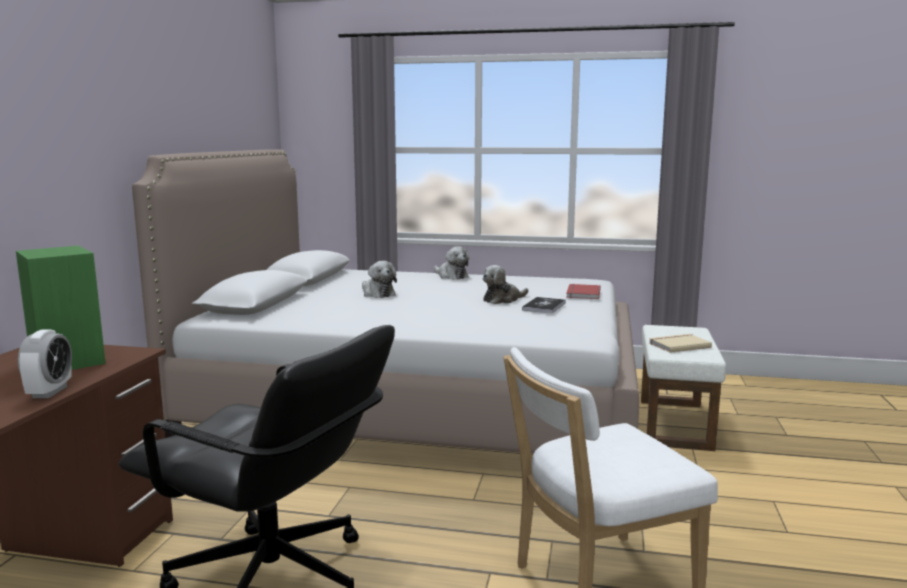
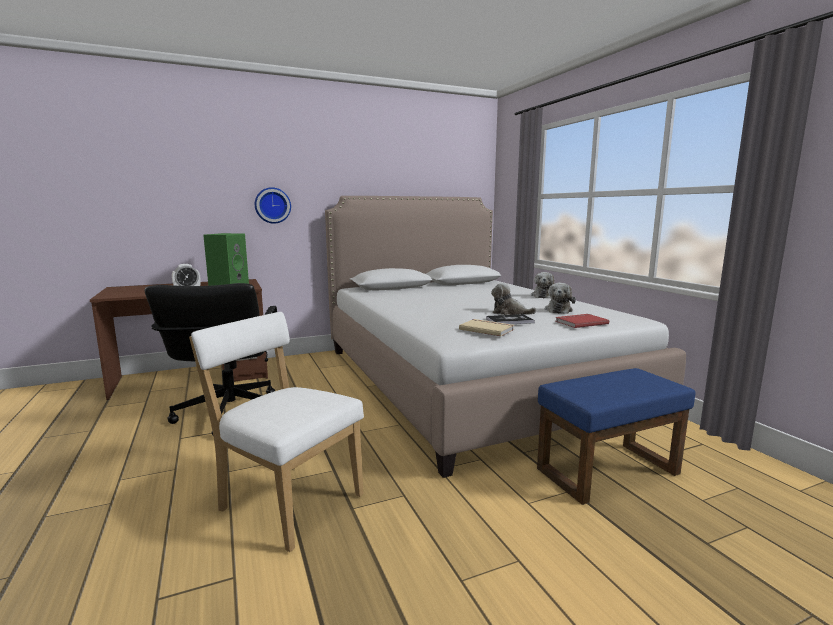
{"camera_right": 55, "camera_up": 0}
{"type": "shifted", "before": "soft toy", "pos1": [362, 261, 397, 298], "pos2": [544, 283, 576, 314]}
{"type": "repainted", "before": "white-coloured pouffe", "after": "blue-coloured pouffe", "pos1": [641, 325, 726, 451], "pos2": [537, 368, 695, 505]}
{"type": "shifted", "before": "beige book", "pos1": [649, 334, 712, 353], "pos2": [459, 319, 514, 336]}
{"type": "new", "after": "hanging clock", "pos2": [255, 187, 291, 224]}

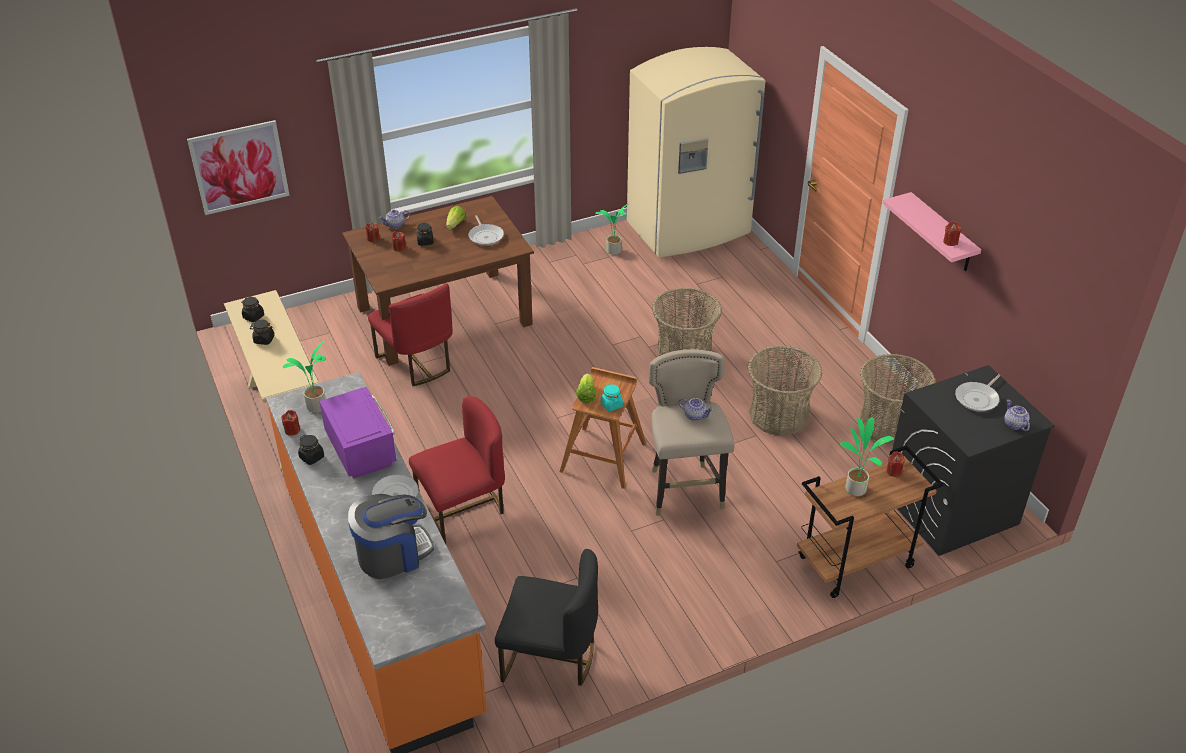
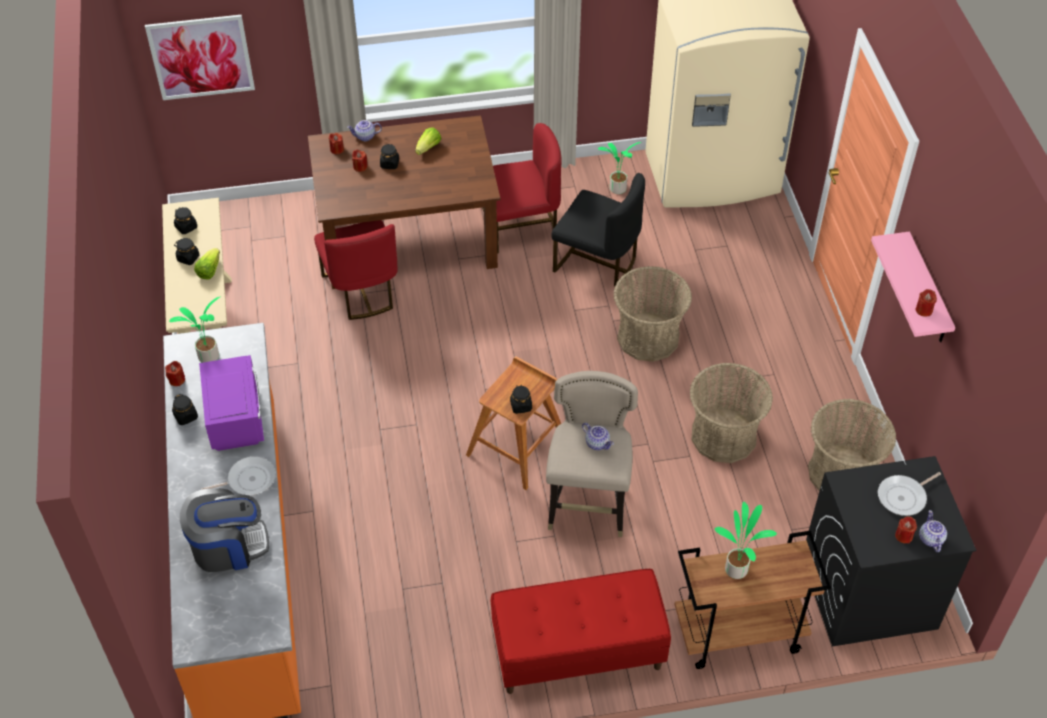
{"camera_right": 15, "camera_up": 10}
{"type": "gone", "before": "pan", "pos1": [468, 215, 504, 246]}
{"type": "shifted", "before": "head of lettuce", "pos1": [576, 374, 596, 403], "pos2": [194, 248, 220, 279]}
{"type": "repainted", "before": "blue-green preserve jar", "after": "blackish preserve jar", "pos1": [601, 384, 623, 411], "pos2": [510, 385, 532, 414]}
{"type": "shifted", "before": "red upright chair", "pos1": [409, 396, 505, 544], "pos2": [482, 123, 562, 254]}
{"type": "shifted", "before": "red wax light", "pos1": [886, 451, 905, 477], "pos2": [895, 516, 917, 543]}
{"type": "shifted", "before": "blackish upright chair", "pos1": [495, 549, 598, 686], "pos2": [551, 173, 645, 286]}
{"type": "new", "after": "red indoor bench", "pos2": [491, 569, 671, 694]}

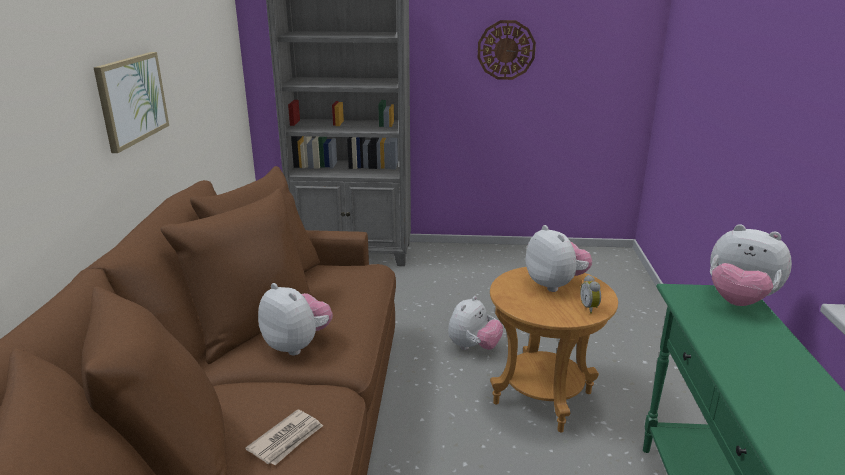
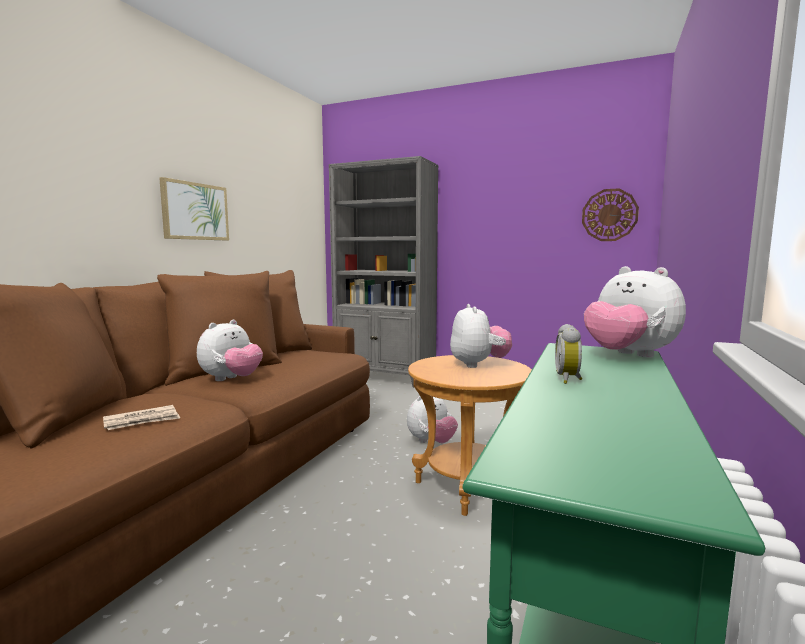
{"camera_right": 20, "camera_up": -15}
{"type": "shifted", "before": "hanging clock", "pos1": [478, 20, 536, 80], "pos2": [582, 188, 639, 241]}
{"type": "shifted", "before": "table clock", "pos1": [580, 275, 601, 314], "pos2": [555, 324, 582, 384]}
{"type": "rotated", "before": "soft toy", "pos1": [258, 283, 333, 355], "pos2": [197, 320, 263, 381], "turn": 60}

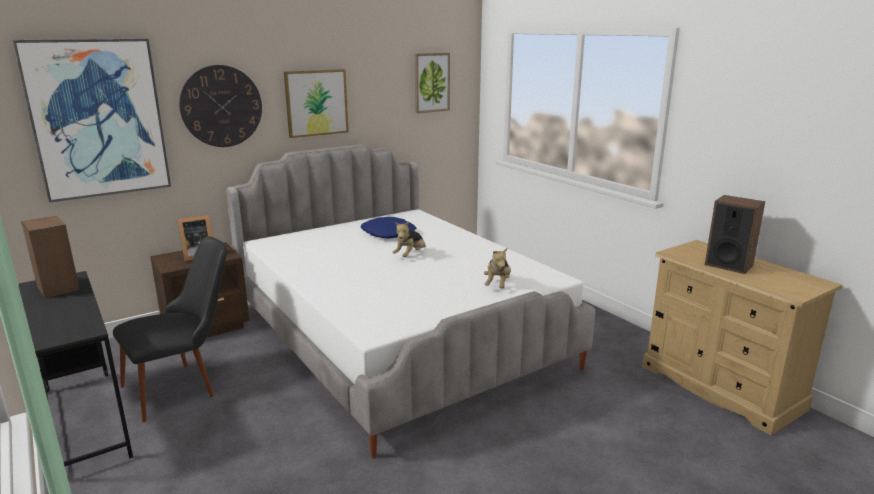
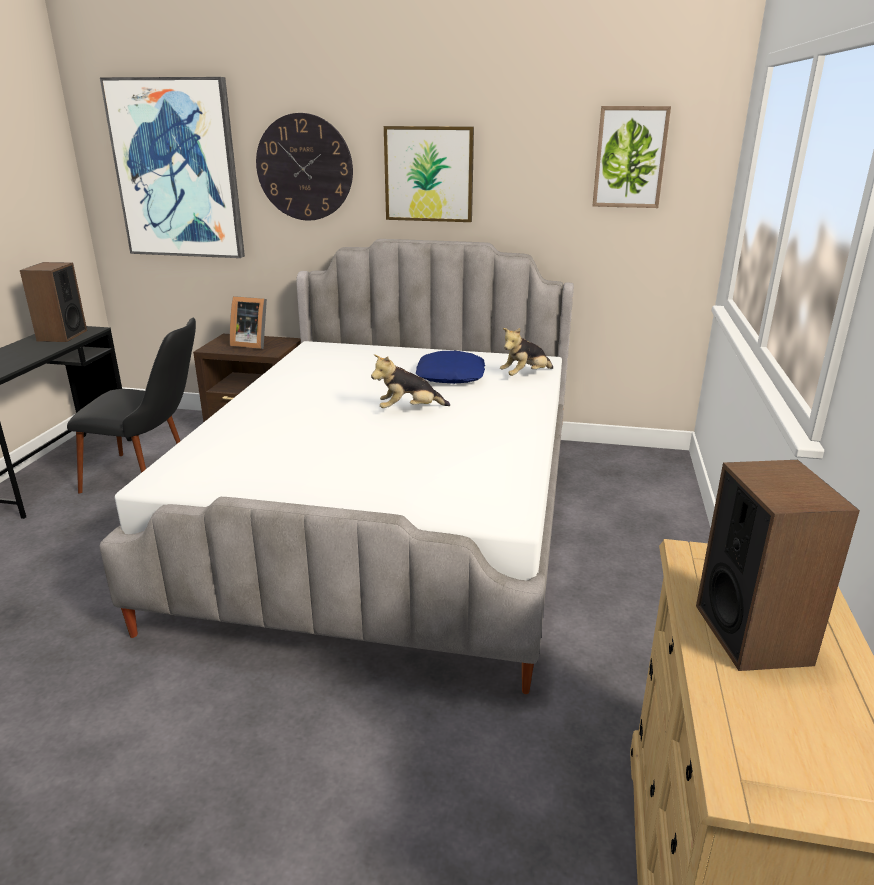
{"camera_right": 45, "camera_up": 5}
{"type": "shifted", "before": "soft toy", "pos1": [484, 248, 511, 288], "pos2": [500, 328, 553, 376]}

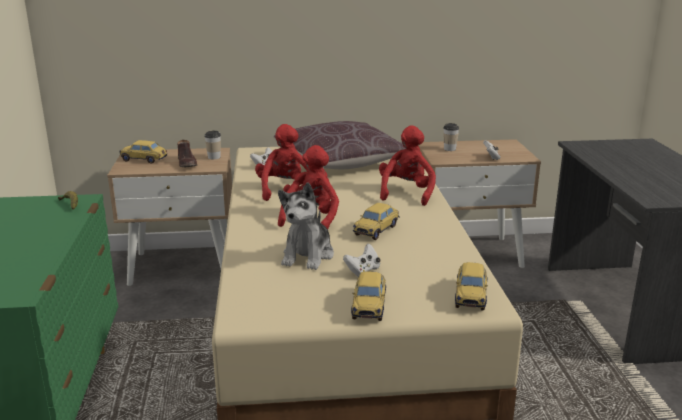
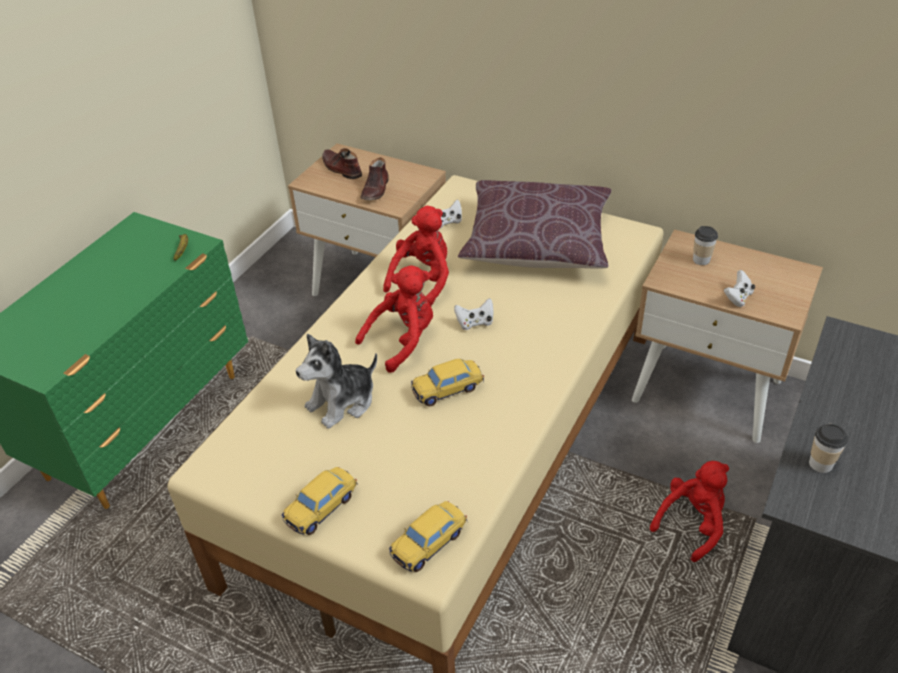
{"camera_right": 35, "camera_up": 20}
{"type": "shifted", "before": "red soft toy", "pos1": [379, 126, 436, 206], "pos2": [650, 461, 729, 562]}
{"type": "shifted", "before": "drinking cup", "pos1": [204, 131, 221, 159], "pos2": [809, 424, 848, 473]}
{"type": "swapped", "before": "model car", "after": "brown low shoe", "pos1": [119, 140, 167, 164], "pos2": [322, 148, 362, 179]}
{"type": "shifted", "before": "white-coloured joypad", "pos1": [343, 244, 380, 277], "pos2": [454, 298, 494, 330]}

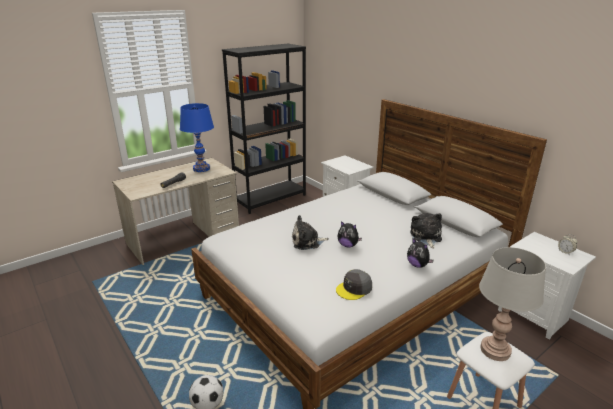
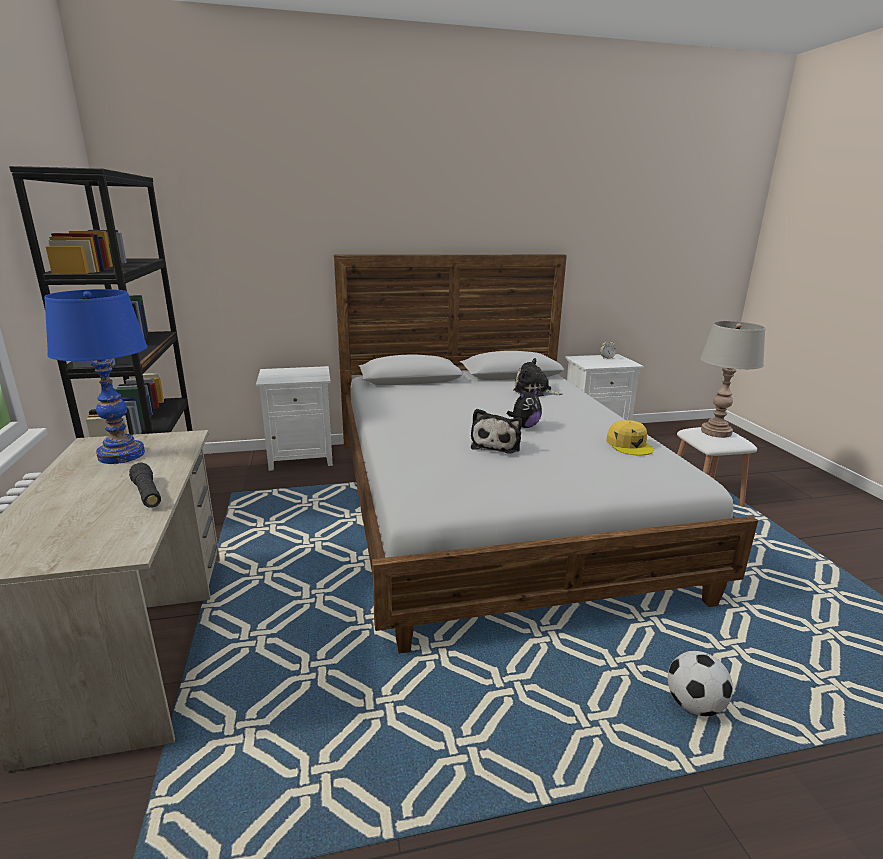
{"camera_right": -65, "camera_up": -5}
{"type": "gone", "before": "soft toy", "pos1": [407, 239, 434, 268]}
{"type": "repainted", "before": "gray cap", "after": "yellow-coloured cap", "pos1": [336, 269, 372, 300], "pos2": [606, 420, 654, 456]}

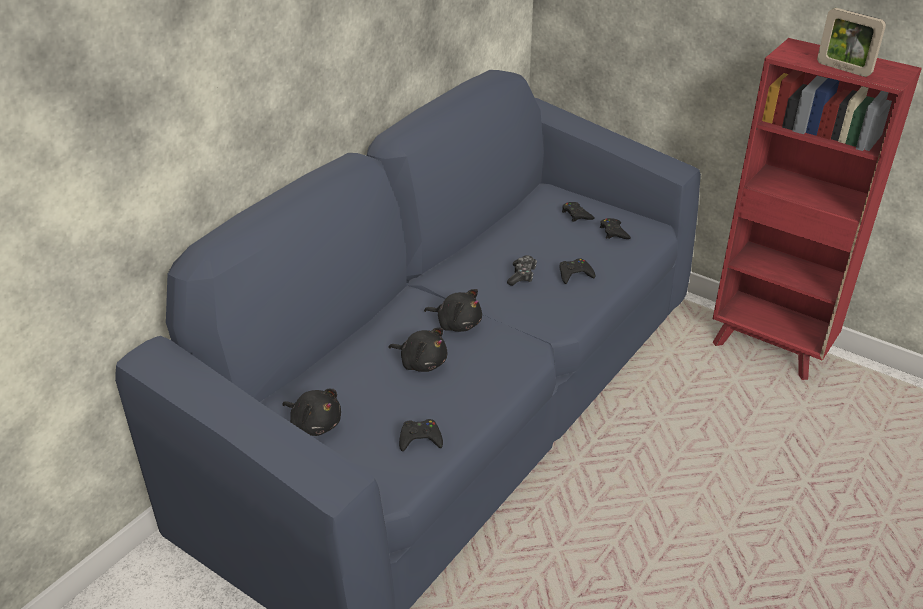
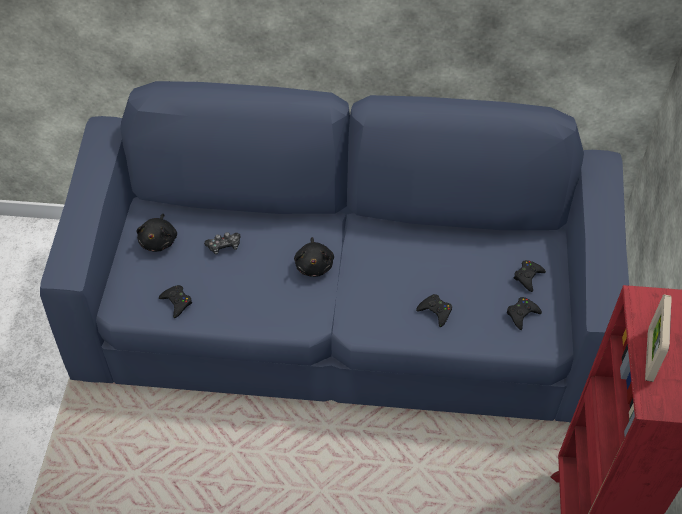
{"camera_right": 60, "camera_up": 15}
{"type": "shifted", "before": "joypad", "pos1": [507, 255, 537, 286], "pos2": [204, 232, 241, 255]}
{"type": "gone", "before": "blackish soft toy", "pos1": [389, 328, 447, 372]}

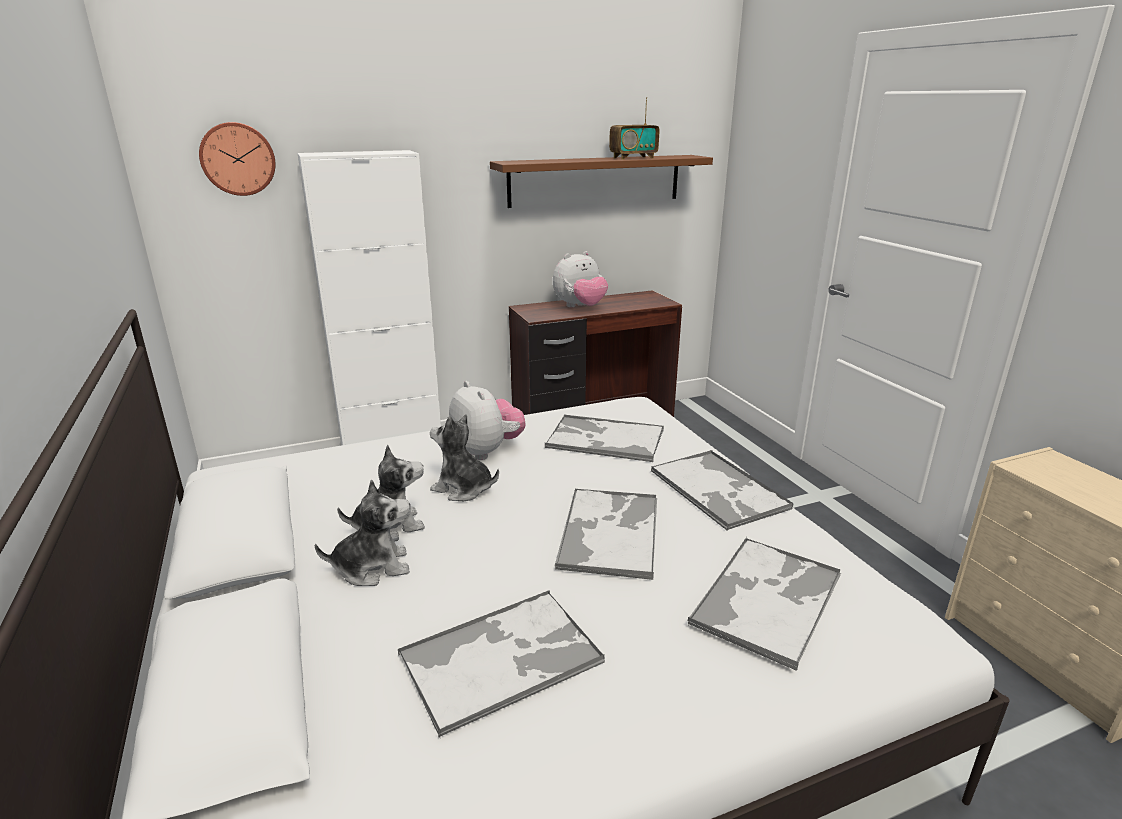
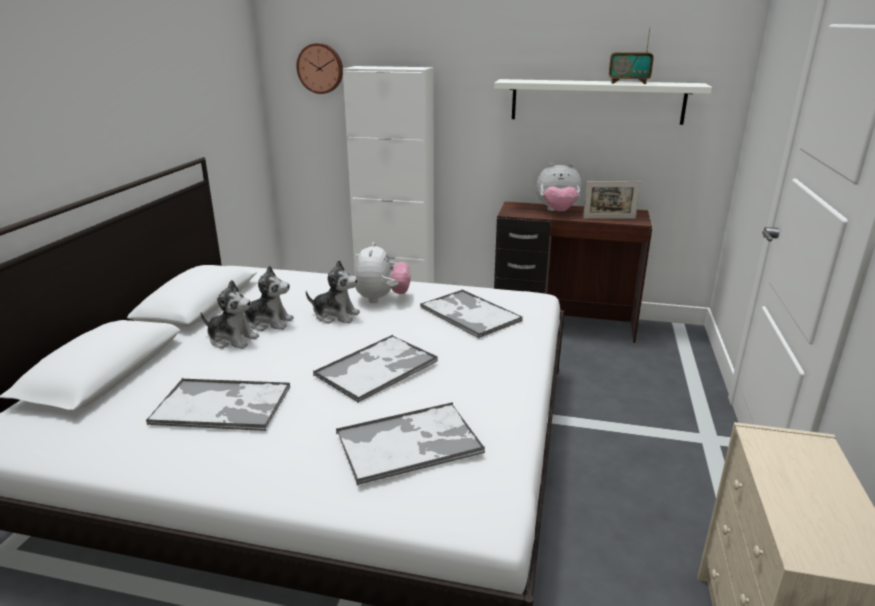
{"camera_right": 35, "camera_up": 0}
{"type": "repainted", "before": "brown wall shelf", "after": "white-coloured wall shelf", "pos1": [490, 155, 713, 208], "pos2": [494, 79, 712, 125]}
{"type": "rotated", "before": "soft toy", "pos1": [430, 414, 499, 501], "pos2": [306, 260, 360, 324], "turn": 135}
{"type": "gone", "before": "carrying tray", "pos1": [651, 450, 794, 531]}
{"type": "new", "after": "standing frame", "pos2": [583, 181, 641, 219]}

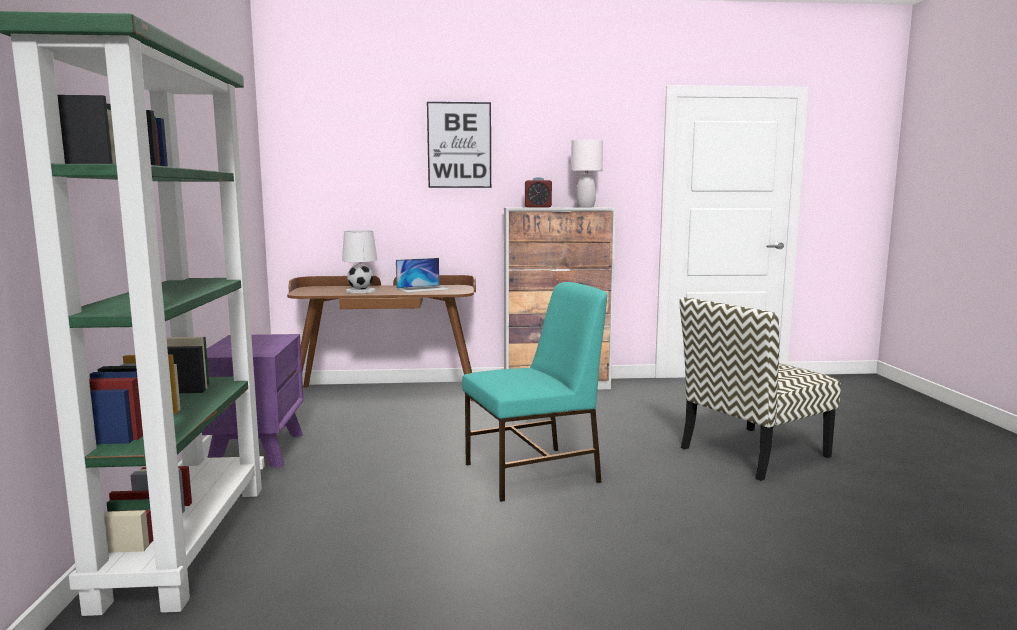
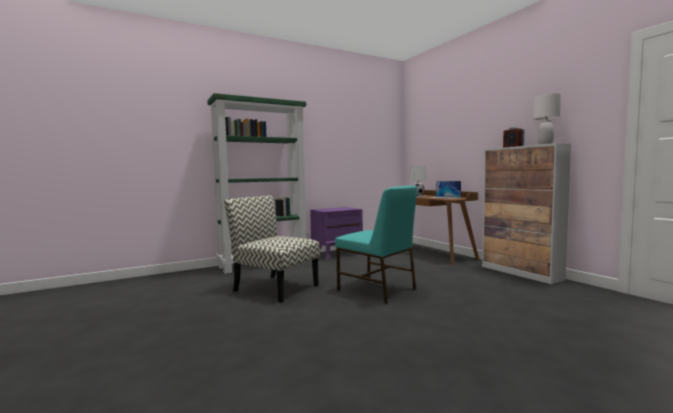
{"camera_right": 65, "camera_up": -5}
{"type": "gone", "before": "picture", "pos1": [427, 102, 491, 188]}
{"type": "shifted", "before": "upright chair", "pos1": [679, 297, 841, 481], "pos2": [224, 196, 320, 303]}

